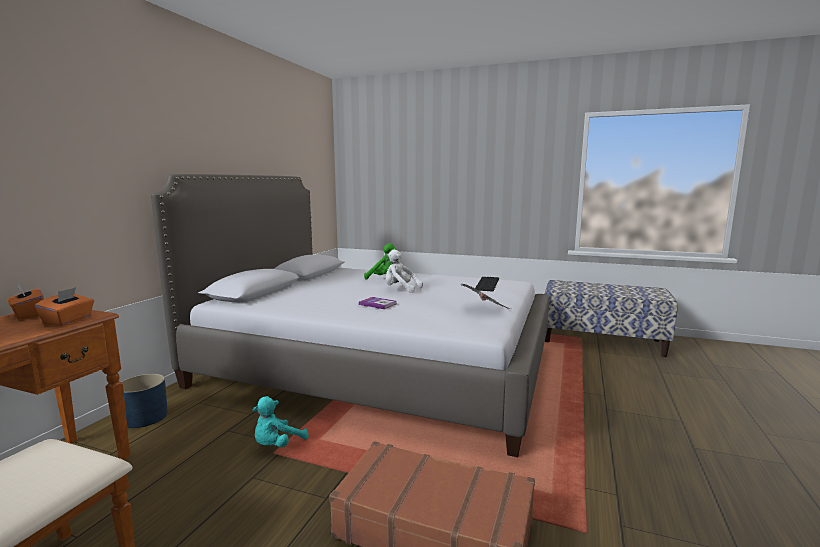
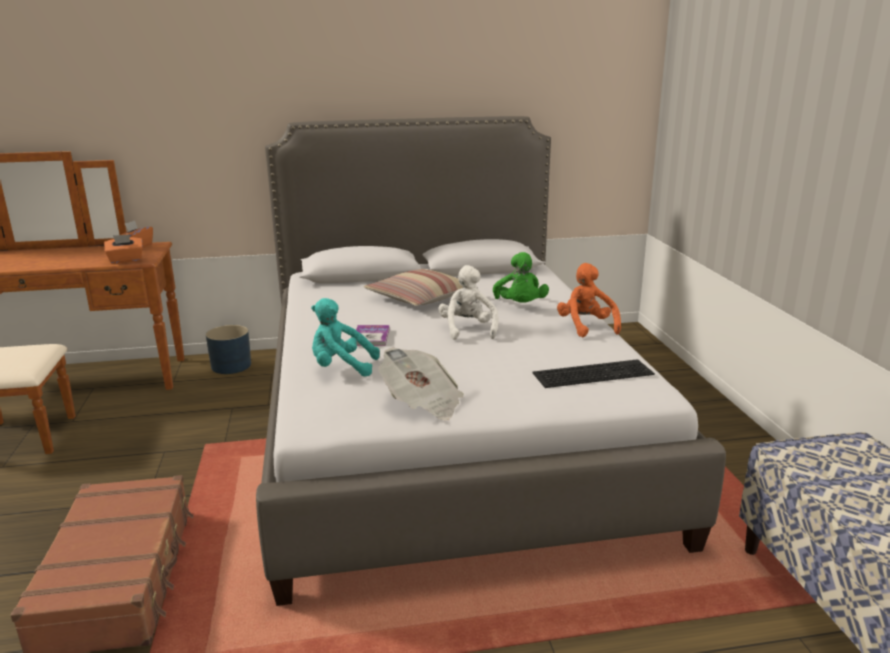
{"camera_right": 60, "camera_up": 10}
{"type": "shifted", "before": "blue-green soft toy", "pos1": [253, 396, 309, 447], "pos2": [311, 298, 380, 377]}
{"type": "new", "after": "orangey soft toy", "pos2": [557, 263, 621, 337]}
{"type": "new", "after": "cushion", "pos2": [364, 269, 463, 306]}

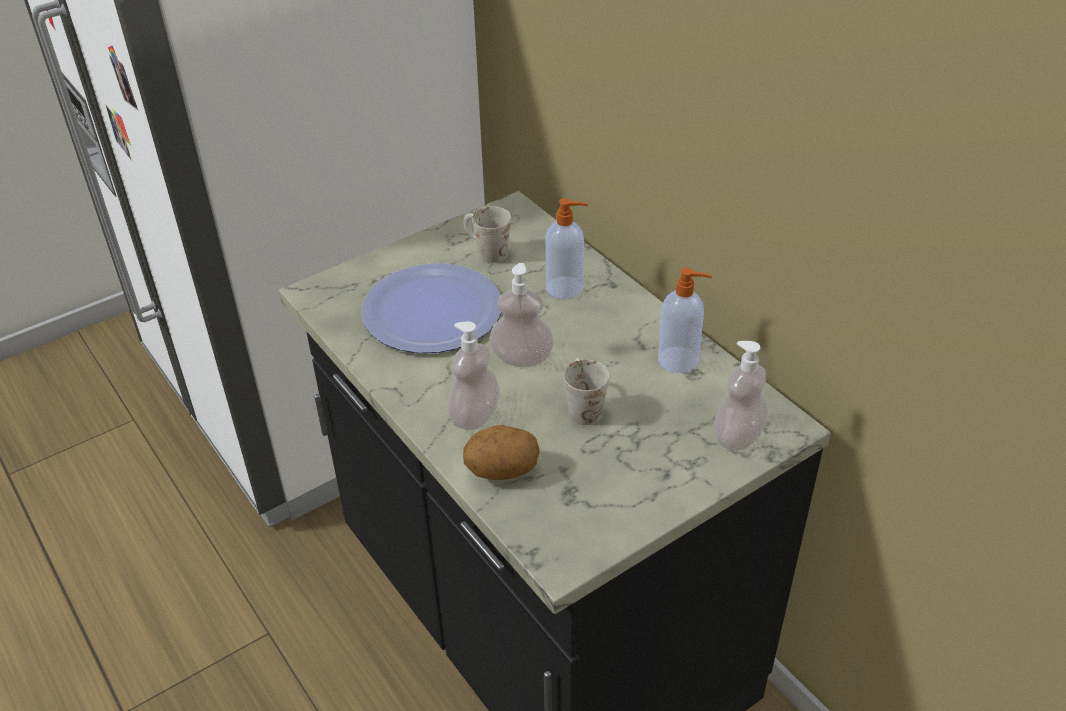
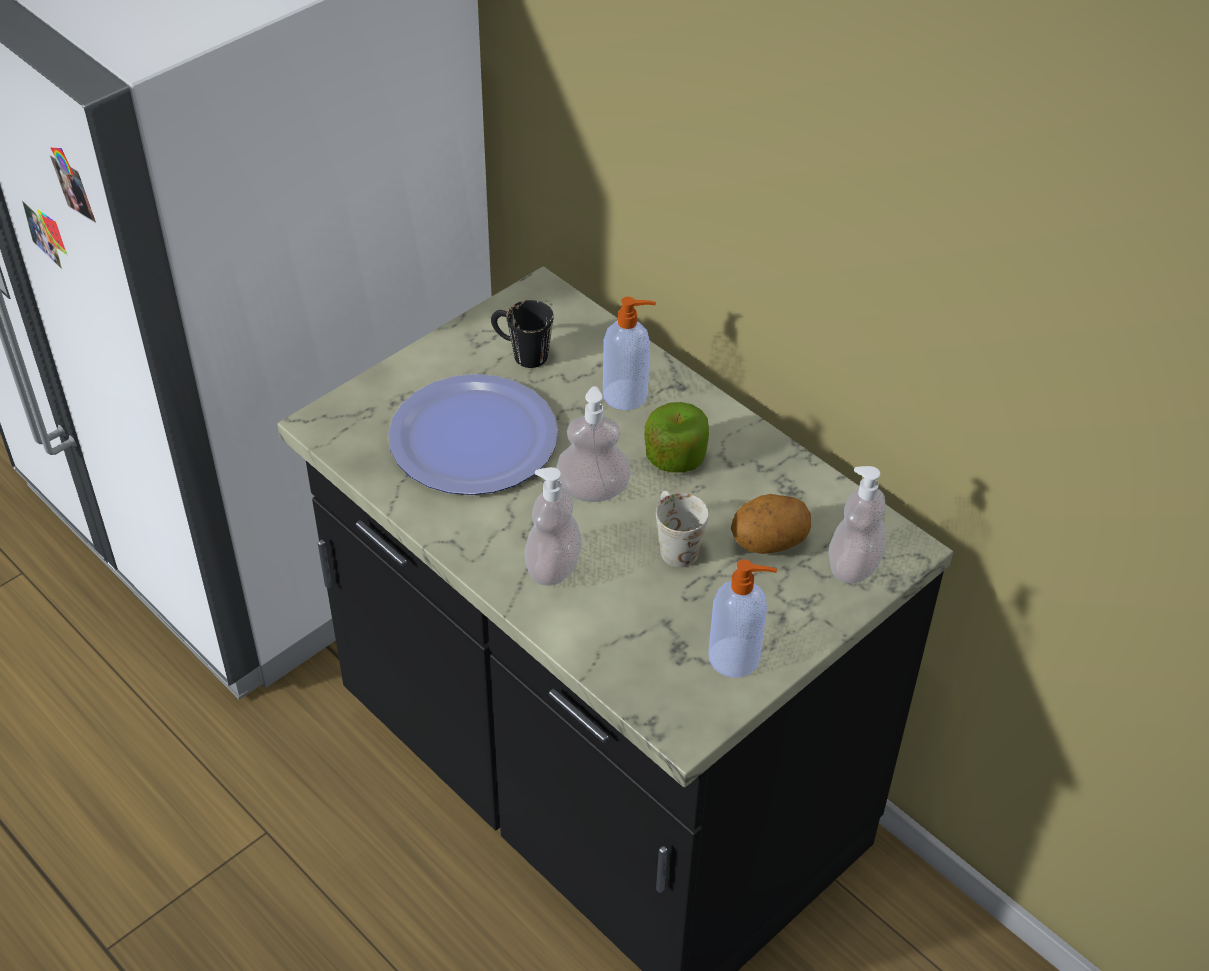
{"camera_right": -10, "camera_up": 5}
{"type": "repainted", "before": "white-coloured coffee mug", "after": "blackish coffee mug", "pos1": [463, 206, 511, 263], "pos2": [491, 300, 554, 368]}
{"type": "shifted", "before": "soap bottle", "pos1": [658, 267, 712, 373], "pos2": [708, 559, 777, 677]}
{"type": "shifted", "before": "whole potato", "pos1": [463, 425, 540, 480], "pos2": [731, 494, 811, 554]}
{"type": "new", "after": "apple fruit", "pos2": [645, 402, 709, 473]}

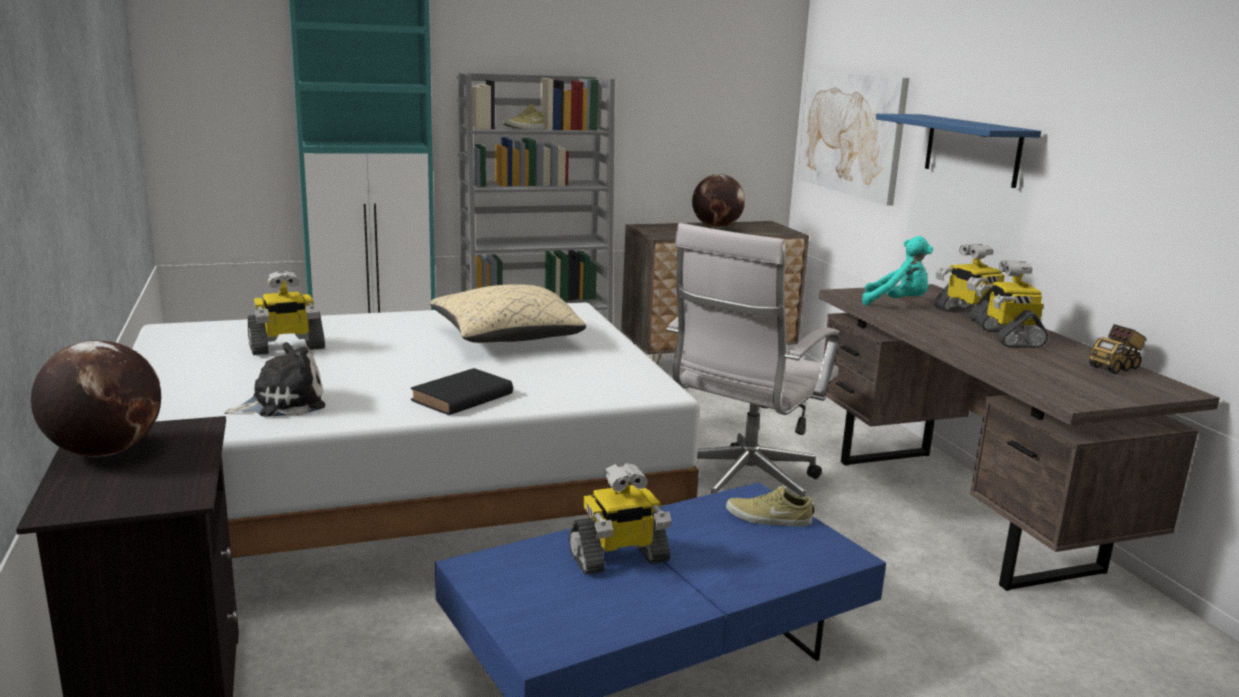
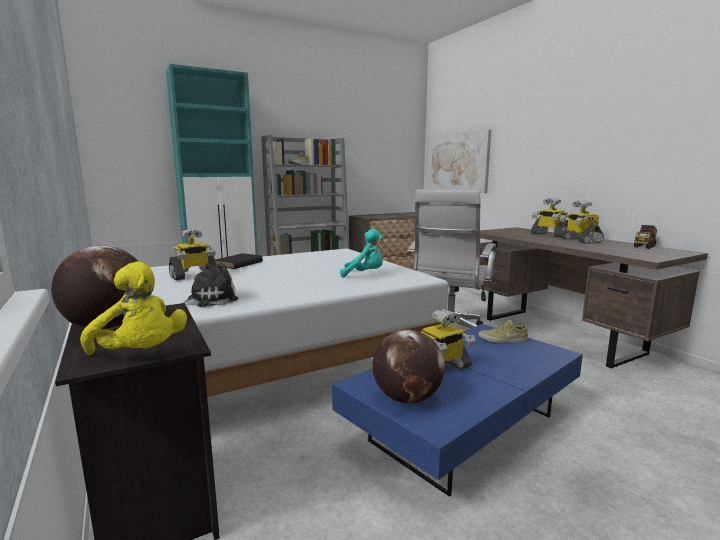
{"camera_right": -10, "camera_up": -5}
{"type": "gone", "before": "blue-coloured wall shelf", "pos1": [876, 114, 1041, 188]}
{"type": "shifted", "before": "globe", "pos1": [692, 174, 745, 228], "pos2": [372, 330, 445, 404]}
{"type": "shifted", "before": "blue-green soft toy", "pos1": [862, 236, 933, 306], "pos2": [340, 229, 383, 278]}
{"type": "gone", "before": "beige cushion", "pos1": [430, 284, 586, 343]}
{"type": "shifted", "before": "blackish book", "pos1": [411, 368, 513, 415], "pos2": [215, 253, 263, 269]}
{"type": "new", "after": "yellow-coloured soft toy", "pos2": [80, 261, 187, 355]}

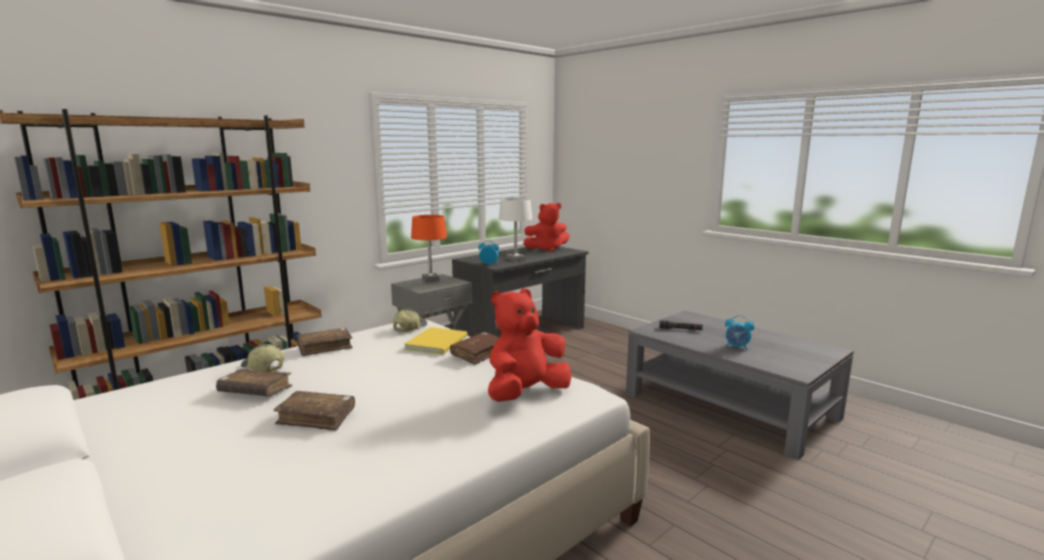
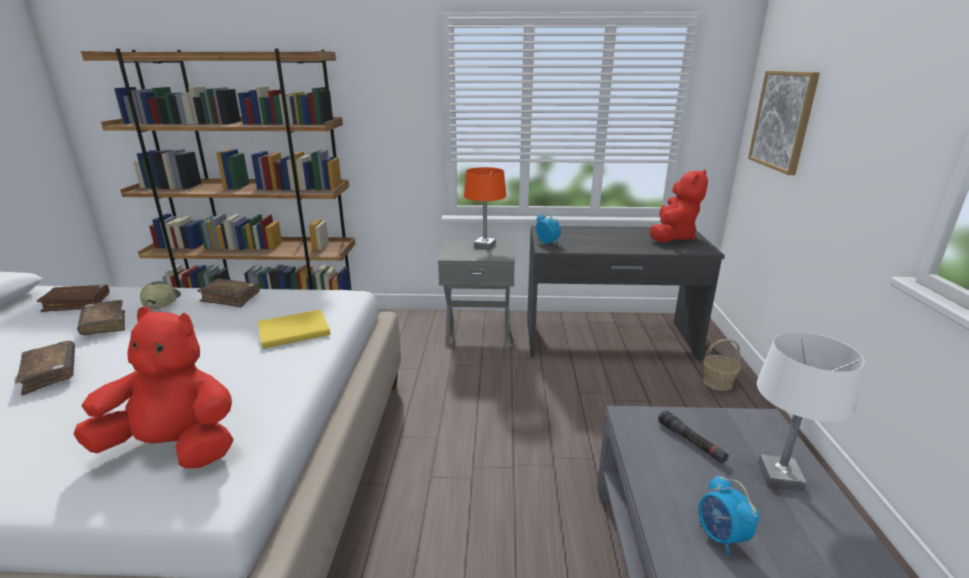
{"camera_right": 45, "camera_up": 10}
{"type": "shifted", "before": "white-coloured tabletop lamp", "pos1": [499, 198, 532, 262], "pos2": [757, 332, 865, 491]}
{"type": "rotated", "before": "red soft toy", "pos1": [523, 203, 570, 252], "pos2": [649, 169, 708, 243], "turn": -90}
{"type": "gone", "before": "cap", "pos1": [393, 309, 427, 332]}
{"type": "shifted", "before": "brown book", "pos1": [450, 332, 500, 365], "pos2": [37, 285, 110, 312]}
{"type": "new", "after": "picture", "pos2": [748, 71, 820, 175]}
{"type": "new", "after": "basket", "pos2": [703, 339, 741, 391]}

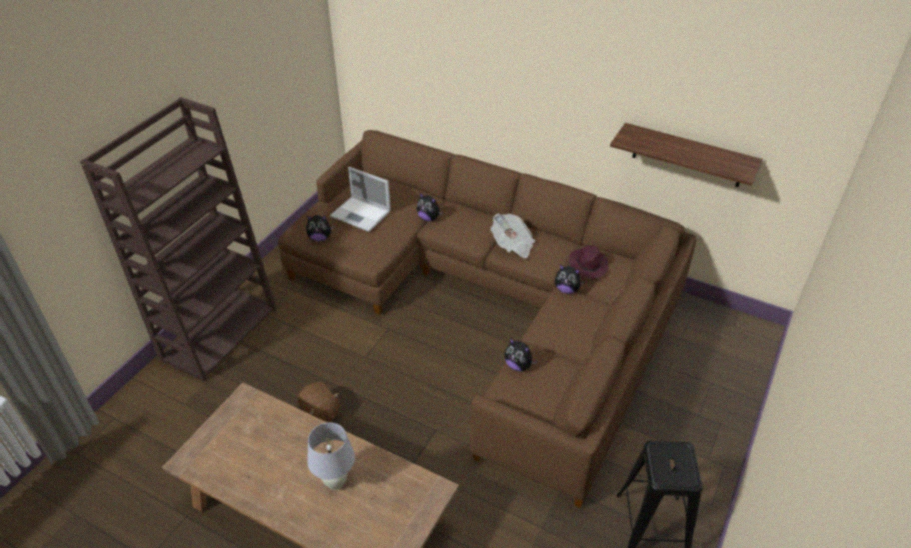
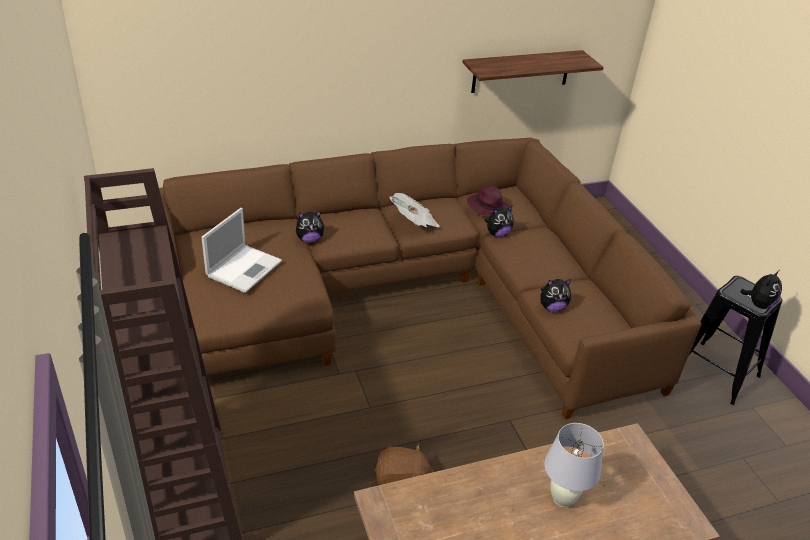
{"camera_right": -50, "camera_up": -5}
{"type": "rotated", "before": "portable computer", "pos1": [330, 167, 391, 232], "pos2": [202, 208, 282, 293], "turn": -45}
{"type": "shifted", "before": "soft toy", "pos1": [306, 215, 334, 241], "pos2": [740, 270, 782, 309]}

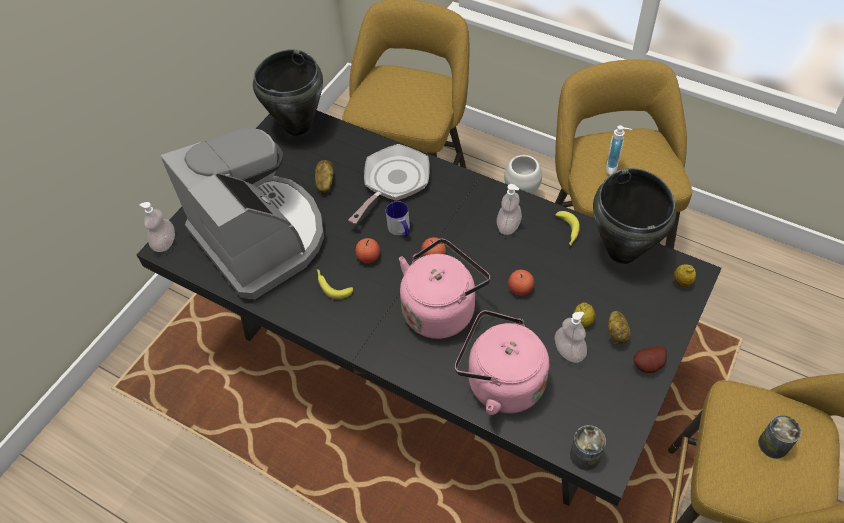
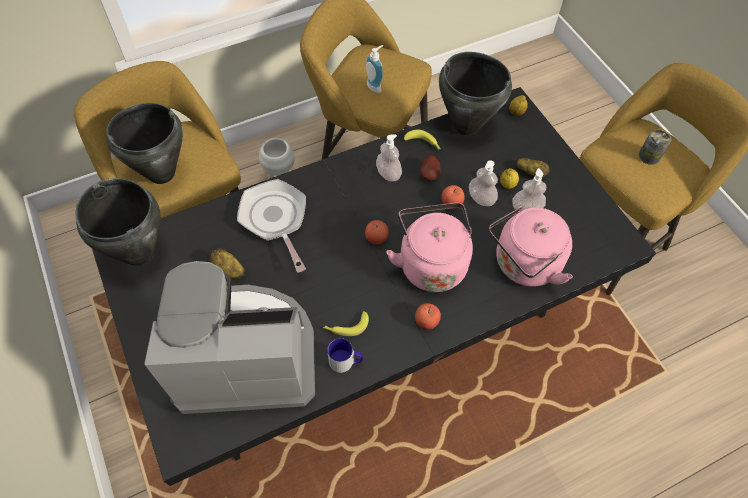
{"camera_right": -60, "camera_up": 5}
{"type": "shifted", "before": "coffee mug", "pos1": [386, 201, 410, 236], "pos2": [327, 338, 363, 373]}
{"type": "shifted", "before": "soap bottle", "pos1": [139, 202, 175, 252], "pos2": [469, 160, 498, 206]}
{"type": "shifted", "before": "apple fruit", "pos1": [355, 238, 380, 263], "pos2": [415, 303, 441, 329]}
{"type": "shifted", "before": "whole potato", "pos1": [634, 346, 667, 373], "pos2": [420, 155, 441, 181]}
{"type": "gone", "before": "sealed can", "pos1": [570, 425, 606, 470]}
{"type": "new", "after": "blackish saucepot", "pos2": [107, 103, 183, 184]}

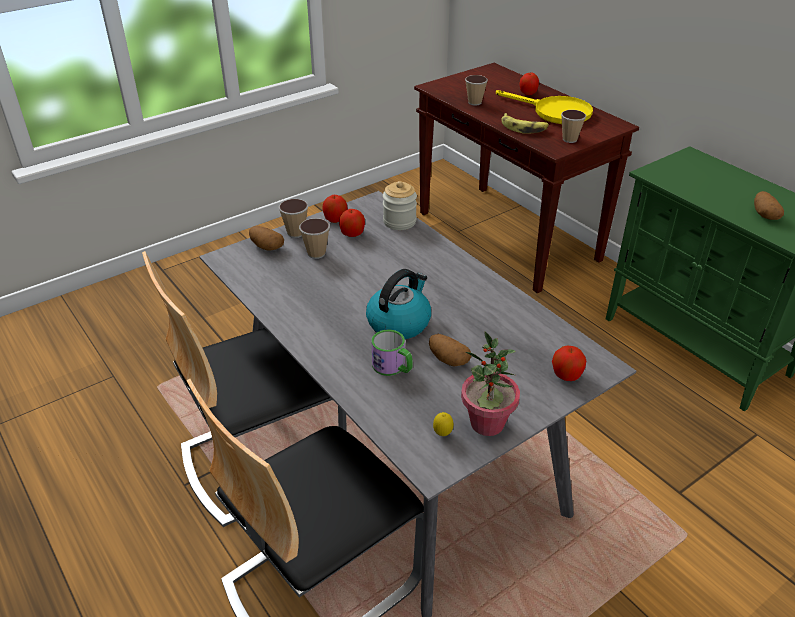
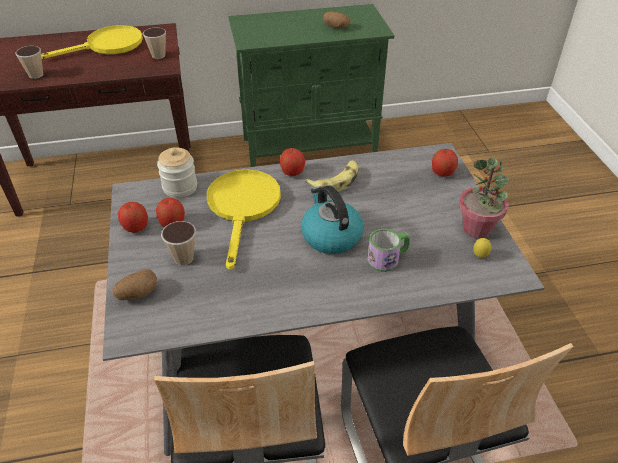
{"camera_right": -65, "camera_up": 5}
{"type": "shifted", "before": "apple fruit", "pos1": [519, 73, 539, 95], "pos2": [280, 148, 305, 176]}
{"type": "shifted", "before": "banana", "pos1": [501, 113, 549, 134], "pos2": [305, 161, 358, 192]}
{"type": "gone", "before": "drinking cup", "pos1": [279, 199, 308, 238]}
{"type": "gone", "before": "whole potato", "pos1": [429, 334, 471, 367]}
{"type": "new", "after": "yellow-coloured pan", "pos2": [207, 169, 281, 270]}

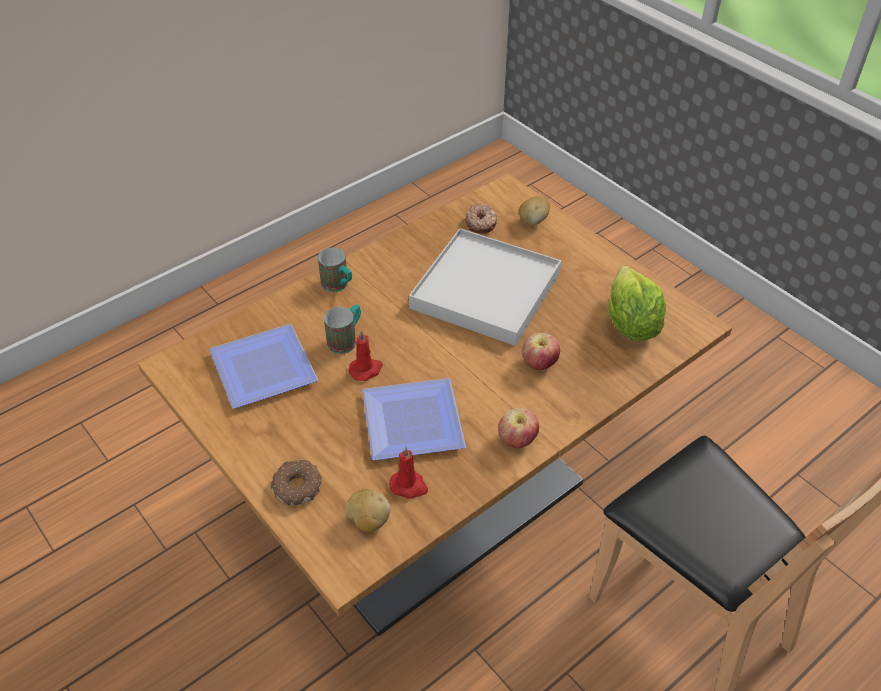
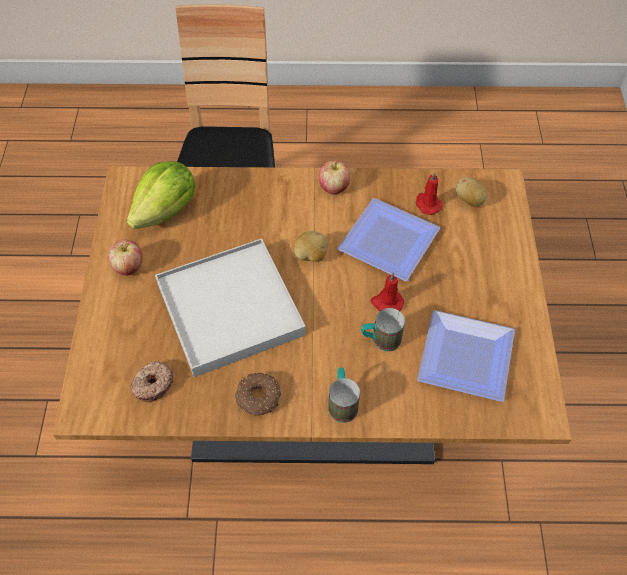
{"camera_right": -140, "camera_up": 10}
{"type": "shifted", "before": "whole potato", "pos1": [519, 196, 550, 225], "pos2": [294, 231, 327, 262]}
{"type": "shifted", "before": "apple fruit", "pos1": [522, 333, 560, 370], "pos2": [108, 239, 143, 275]}
{"type": "shifted", "before": "ring doughnut", "pos1": [271, 459, 322, 505], "pos2": [235, 373, 281, 415]}

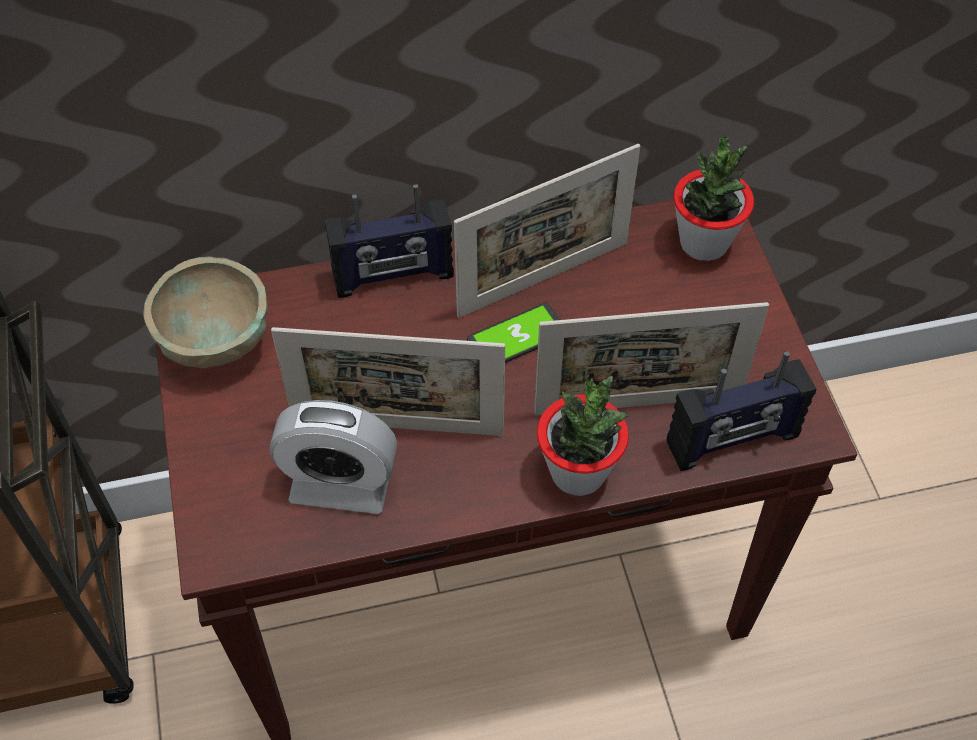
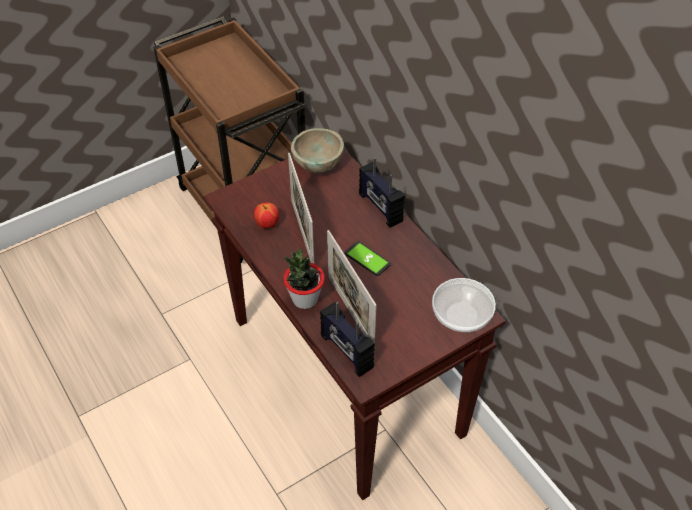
{"camera_right": 70, "camera_up": -5}
{"type": "swapped", "before": "potted plant", "after": "bowl", "pos1": [673, 137, 754, 261], "pos2": [432, 278, 496, 332]}
{"type": "gone", "before": "standing frame", "pos1": [454, 144, 641, 318]}
{"type": "swapped", "before": "table clock", "after": "apple fruit", "pos1": [270, 400, 397, 514], "pos2": [254, 202, 279, 228]}

